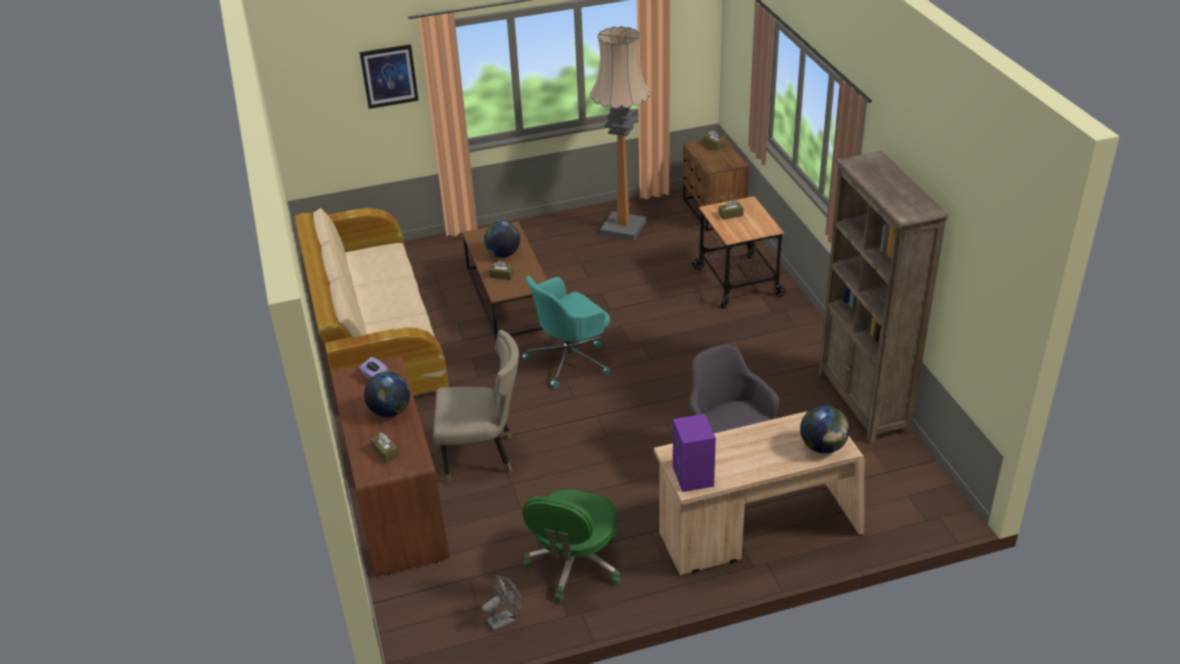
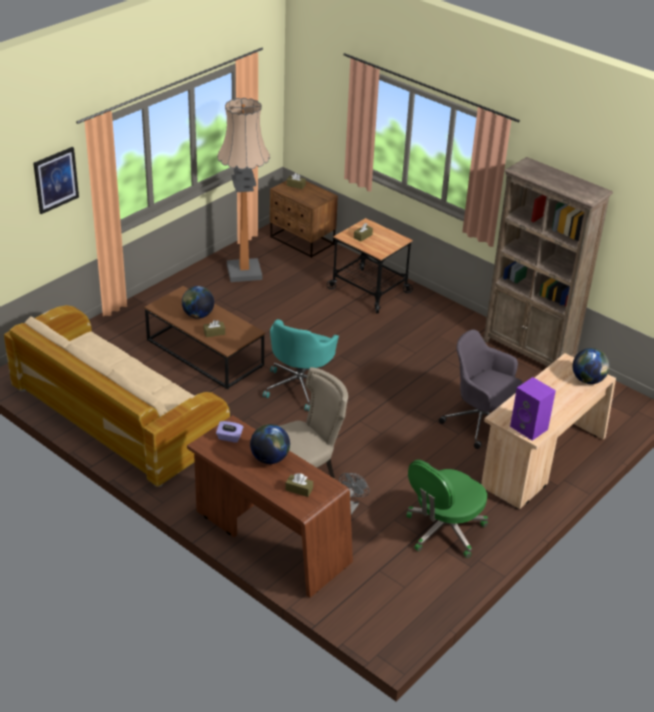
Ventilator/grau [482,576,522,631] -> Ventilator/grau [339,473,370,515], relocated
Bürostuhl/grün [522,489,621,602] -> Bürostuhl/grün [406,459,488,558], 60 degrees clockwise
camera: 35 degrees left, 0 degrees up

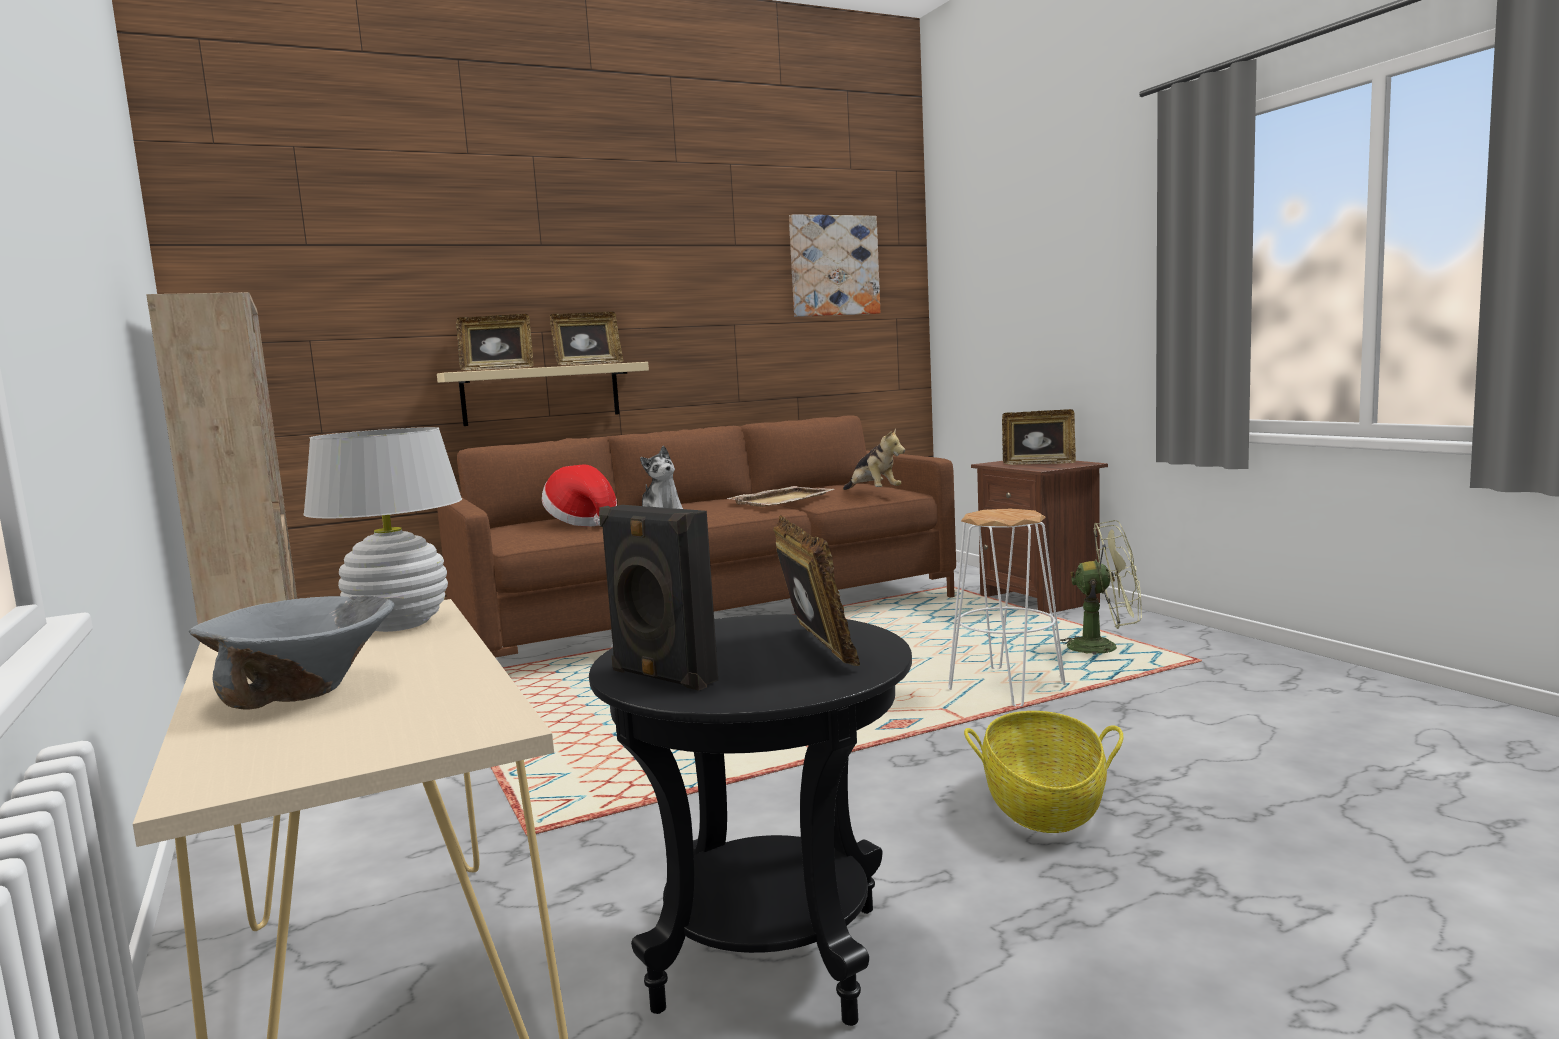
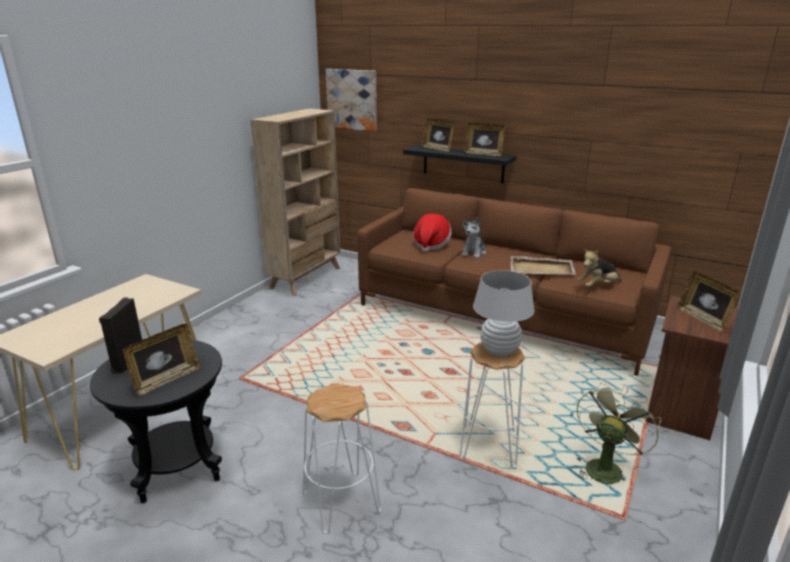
Schüssel/grau [189,596,395,710] -> none
Tischlampe/weiß [303,427,462,632] -> Tischlampe/weiß [473,270,534,356], relocated
Wandregal/beige [437,362,649,426] -> Wandregal/schwarz [403,145,517,184]
Bild [789,214,880,317] -> Bild [325,69,377,132], relocated
Plüschtier [843,428,905,490] -> Plüschtier [577,249,622,287], 45 degrees clockwise
Korb [964,711,1124,833] -> Hocker/weiß [303,384,381,534]
Ventilator/grün [1061,520,1142,655] -> Ventilator/grün [574,382,661,484], 120 degrees counterclockwise
camera: 55 degrees right, 15 degrees up

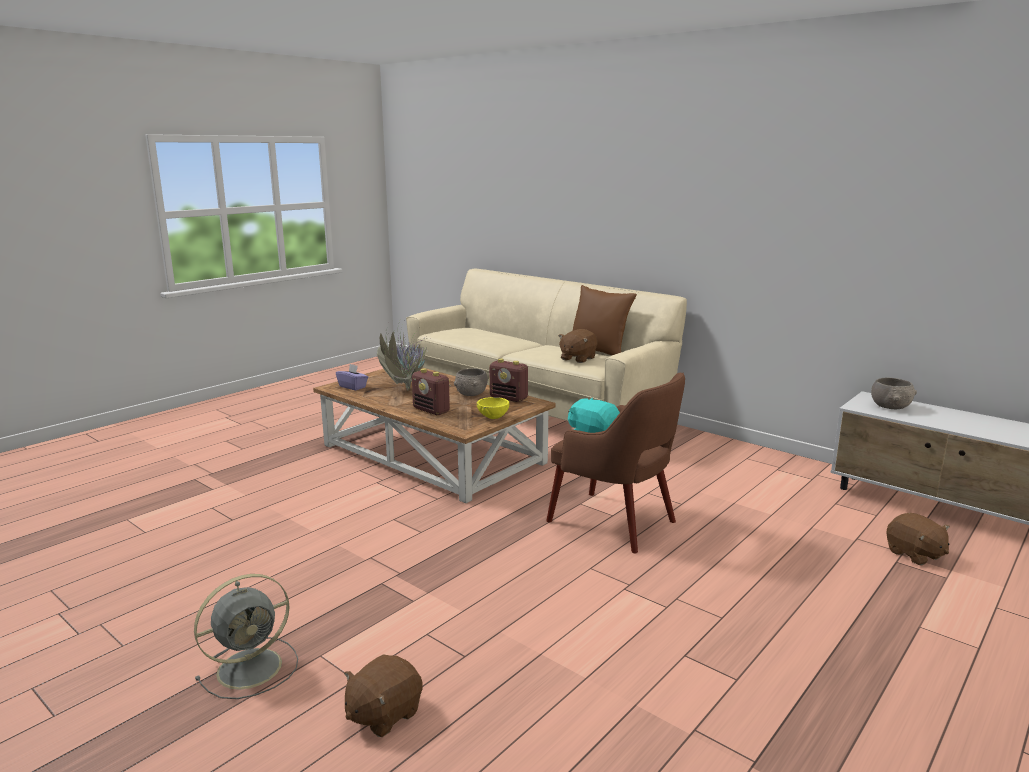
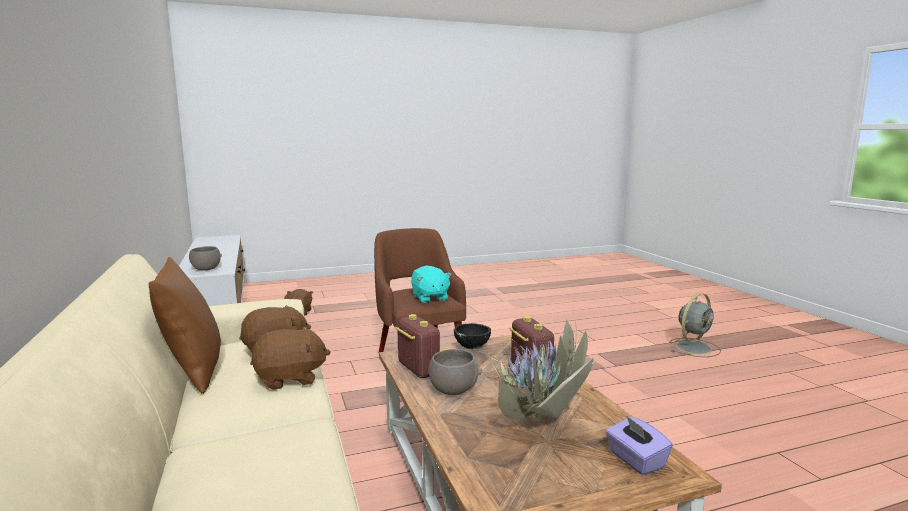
Ventilator/grau [194,574,298,699] -> Ventilator/grau [670,293,721,357], 150 degrees clockwise
Plüschtier/braun [344,654,423,737] -> Plüschtier/braun [250,327,330,390], relocated
Schüssel/gelb [477,397,509,419] -> Schüssel/schwarz [454,323,491,349]
camera: 150 degrees left, 5 degrees down

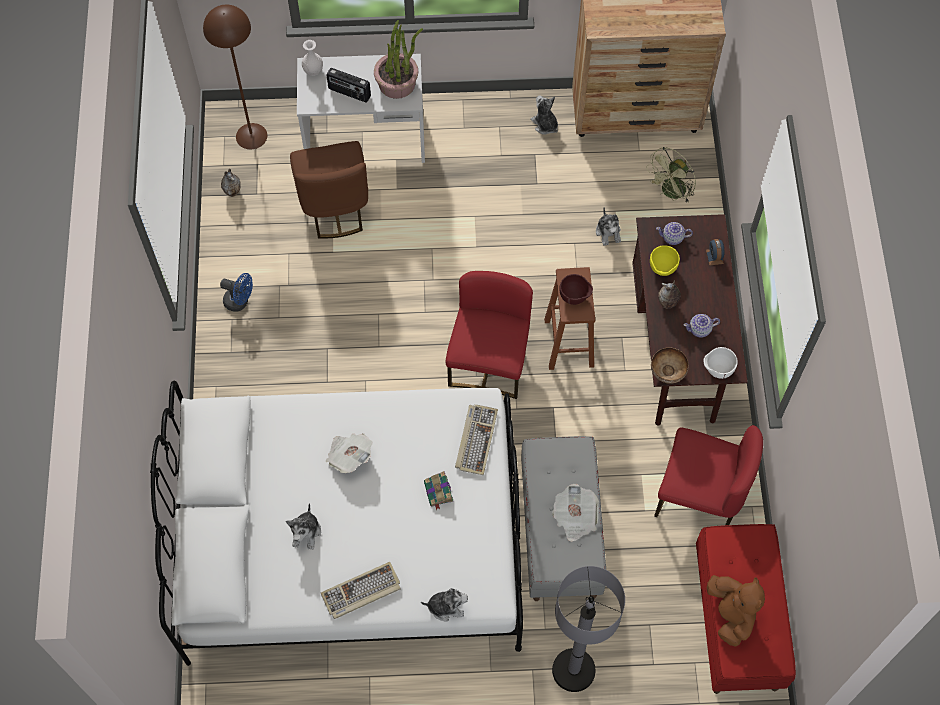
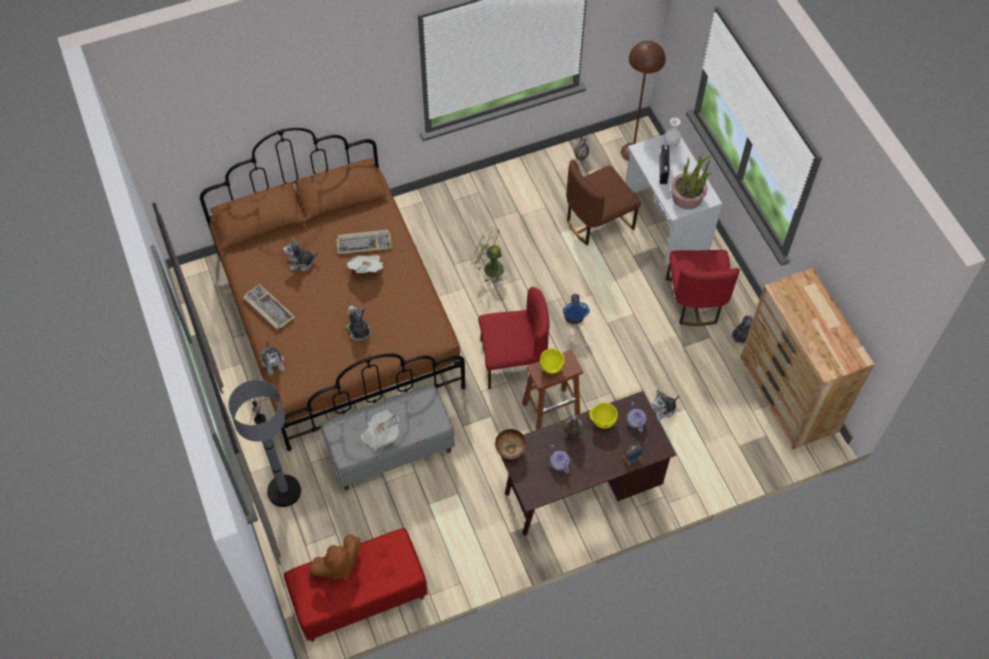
Bett/weiß [150,381,523,666] -> Bett/braun [200,128,466,451]
Ventilator/blau [220,273,253,312] -> Ventilator/blau [563,294,590,324], relocated
Buch [424,471,453,510] -> Plüschtier [346,306,371,341]
Tastatur [455,404,498,475] -> Tastatur [336,230,392,255], relocated
Schüssel/braun [559,274,593,305] -> Schüssel/gelb [540,349,564,374]
Ventilator/grün [646,147,696,203] -> Ventilator/grün [471,227,507,284], relocated
Stuhl/rot [654,425,763,525] -> Stuhl/rot [666,250,740,326], relocated
Schüssel/weiß [704,347,738,379] -> none
camera: 70 degrees right, 5 degrees down

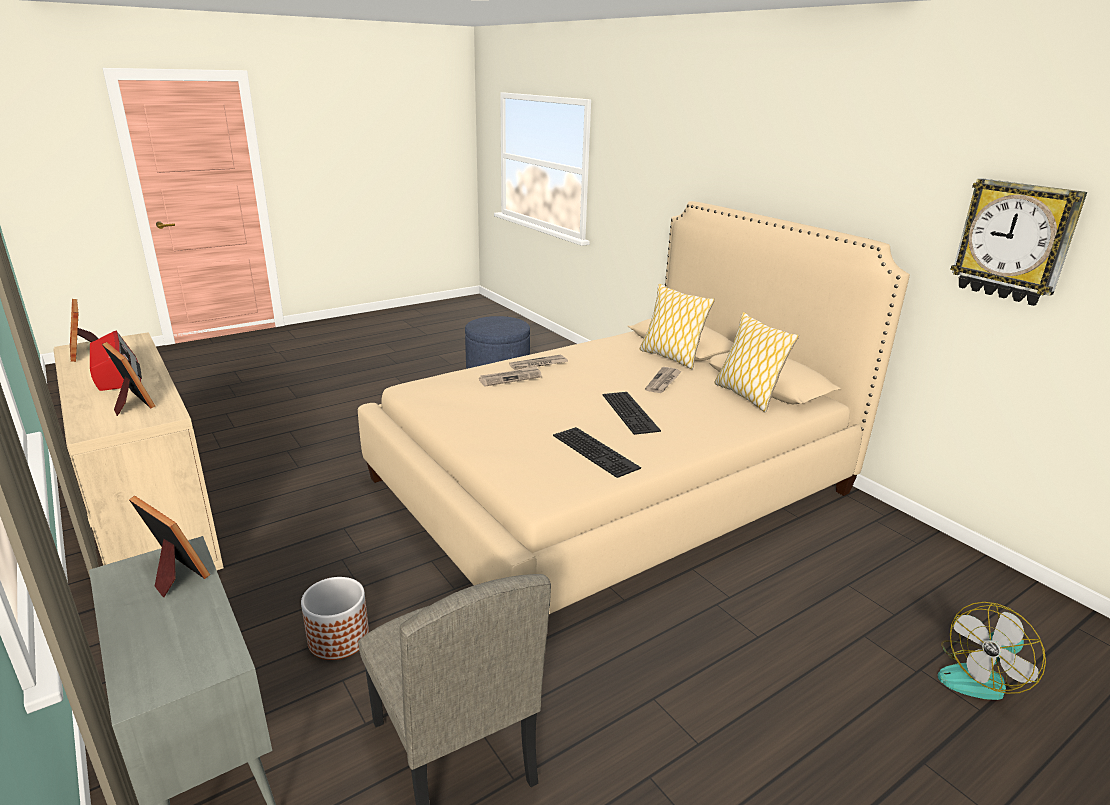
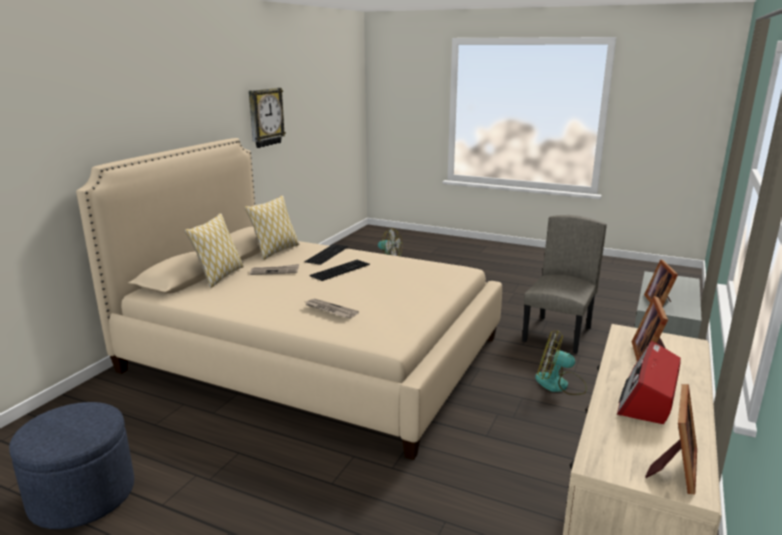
Pflanzkübel [301,577,369,660] -> Ventilator [535,331,587,395]
Zeitung [509,355,568,370] -> none
Tastatur [553,427,641,478] -> Tastatur [305,244,349,265], relocated
camera: 120 degrees left, 5 degrees down

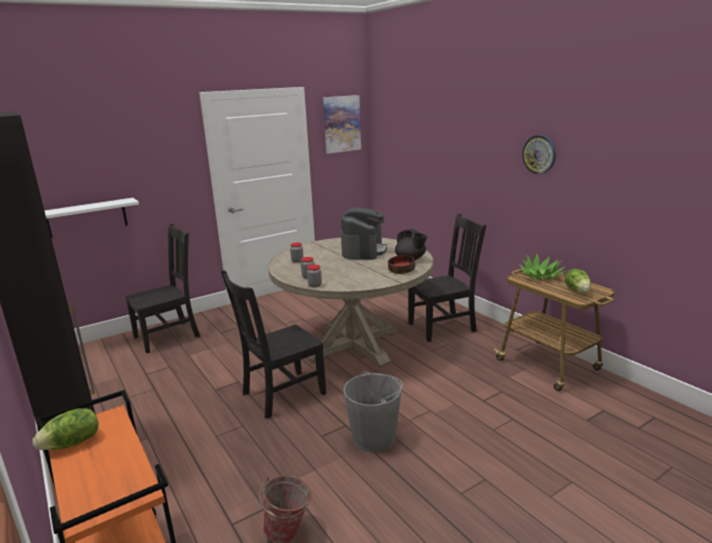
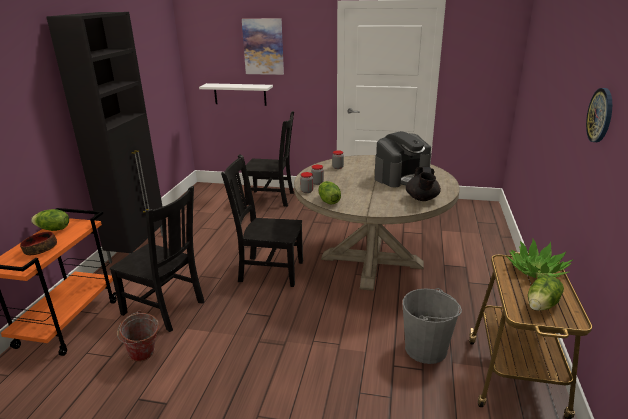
Bild [323,95,361,154] -> Bild [242,19,284,75], relocated
Eimer/grau [343,371,403,452] -> Eimer/grau [403,288,462,364], relocated
Schüssel [388,255,415,274] -> Schüssel [20,232,57,255], relocated
Stuhl/schwarz [408,214,486,342] -> Stuhl/schwarz [109,186,205,332], relocated
none -> Salatkopf [318,181,341,205]
camera: 45 degrees right, 5 degrees up

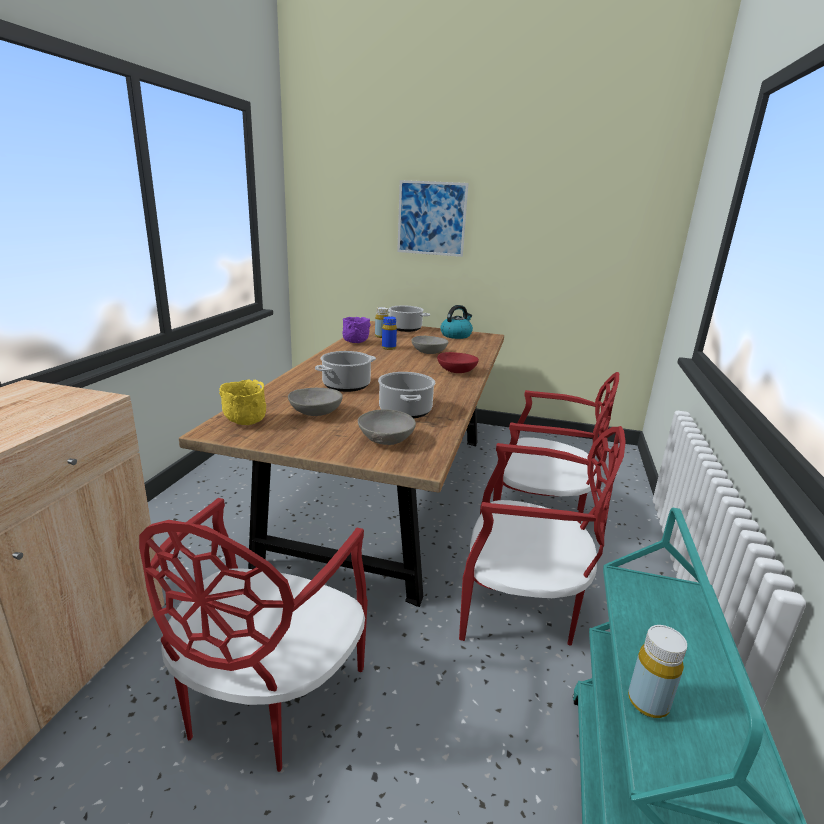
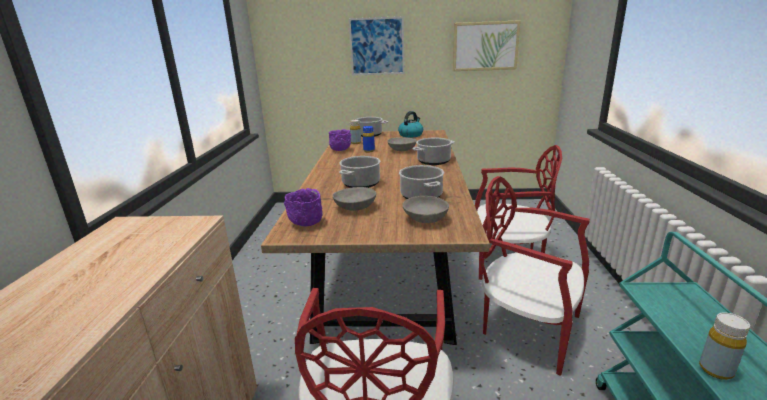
Schüssel/gelb [219,379,266,425] -> Schüssel/lila [284,188,323,226]
Schüssel/rot [437,352,479,373] -> Kochtopf [413,138,455,165]
Stuhl/rot [459,426,626,646] -> Stuhl/rot [481,176,590,376], 150 degrees counterclockwise
none -> Bild [453,20,521,71]
camera: 10 degrees left, 0 degrees up

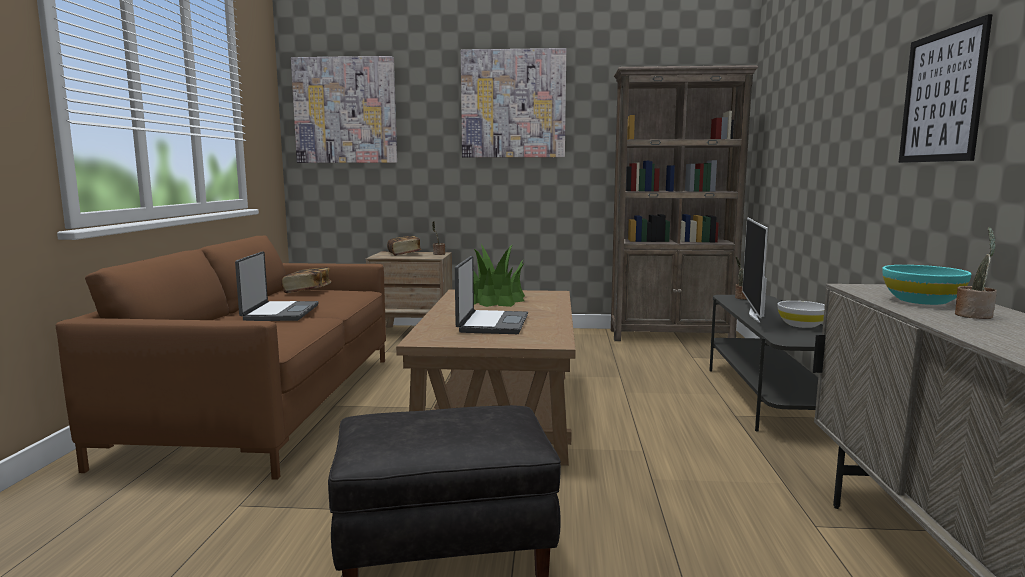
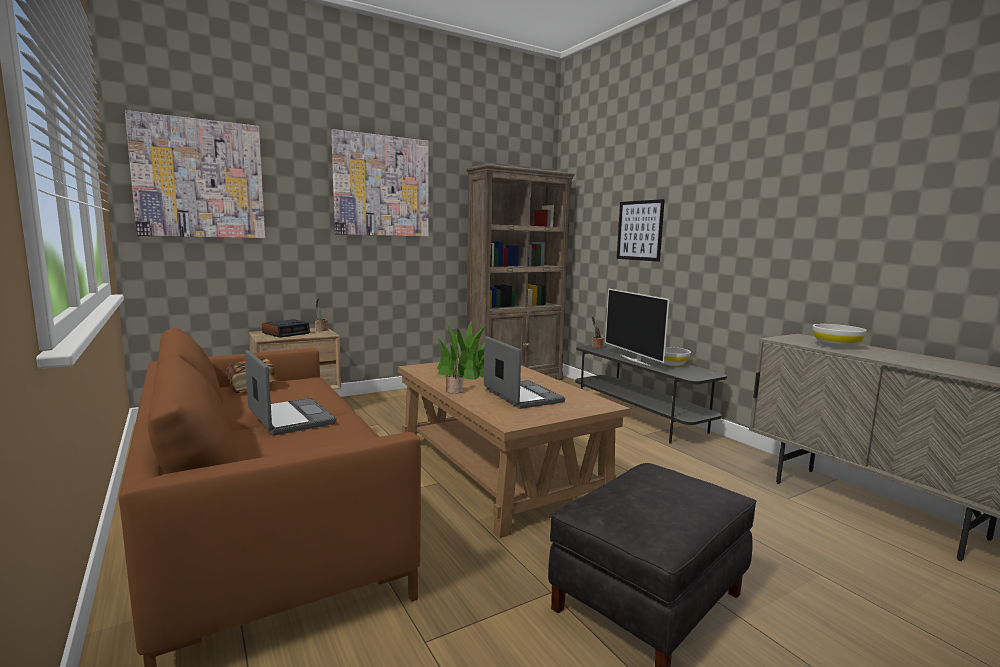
Buch [387,236,421,256] -> Wecker [262,319,310,338]
Schüssel/türkis [882,265,971,305] -> Schüssel/weiß [813,324,867,349]
Bild [899,14,992,163] -> Bild [617,199,665,262], relocated
Topfpflanze [955,227,997,319] -> Topfpflanze [446,343,463,394], relocated
camera: 35 degrees left, 0 degrees up

